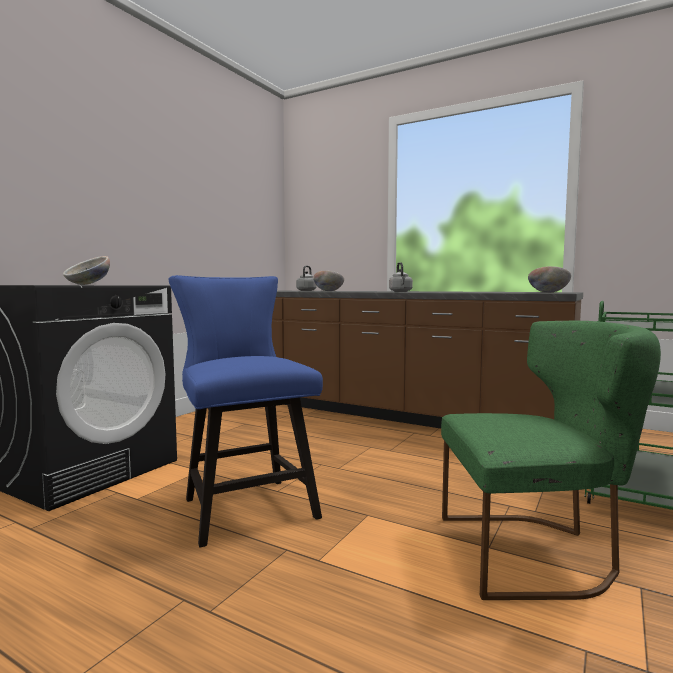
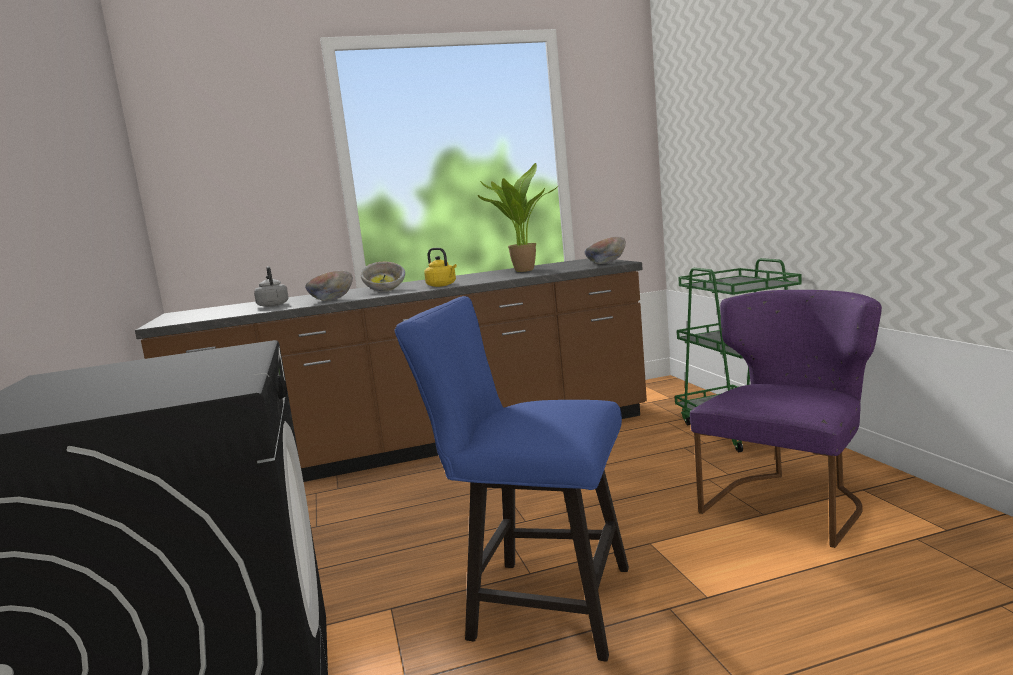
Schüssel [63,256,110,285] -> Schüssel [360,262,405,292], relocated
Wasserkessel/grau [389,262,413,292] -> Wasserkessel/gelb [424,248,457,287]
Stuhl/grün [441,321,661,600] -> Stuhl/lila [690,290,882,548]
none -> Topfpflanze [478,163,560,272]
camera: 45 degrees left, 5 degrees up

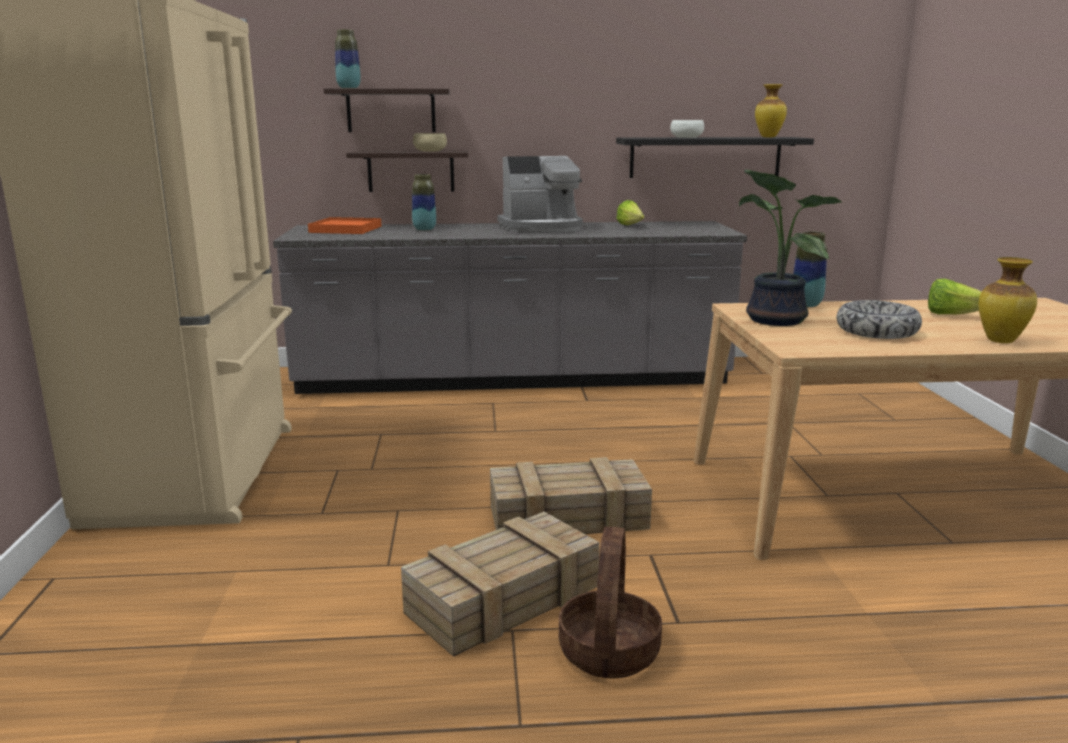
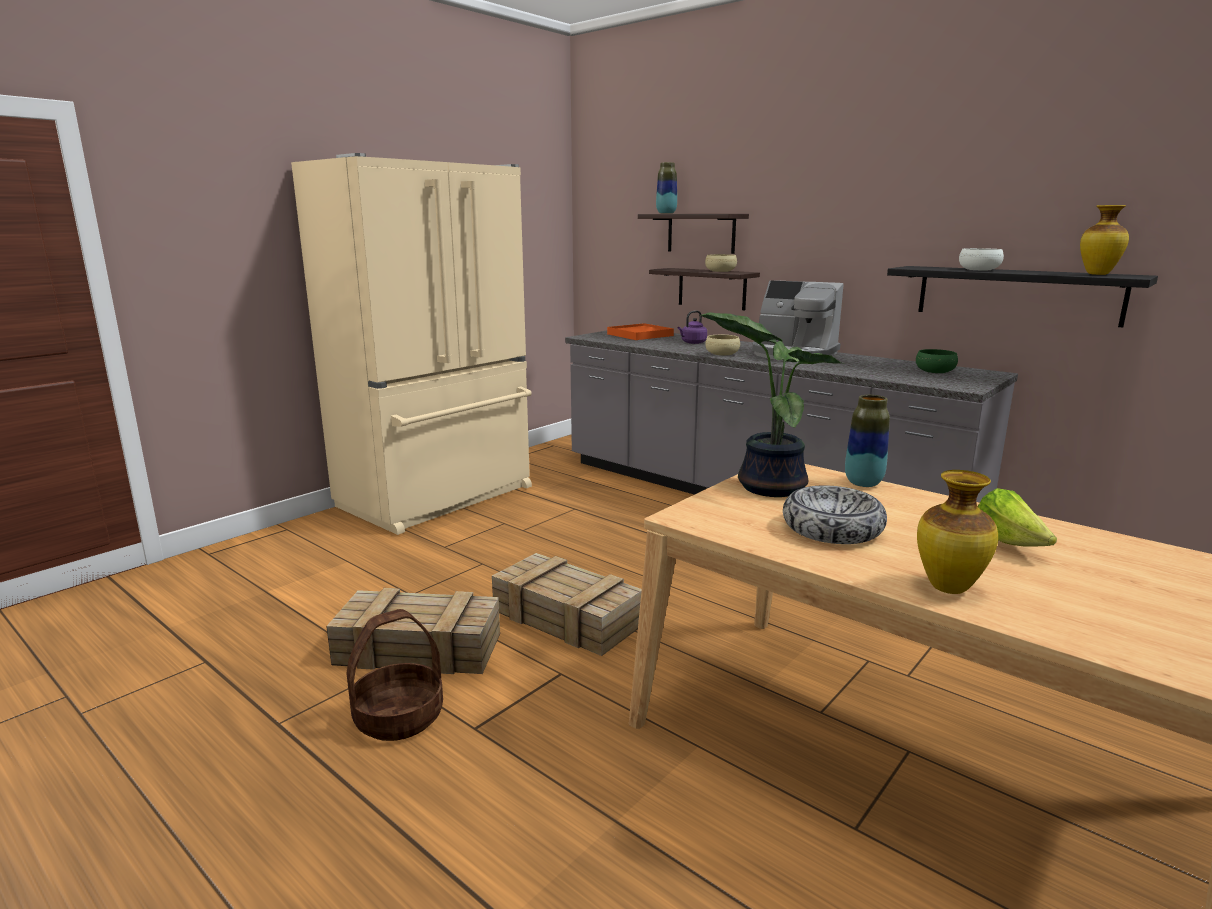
Vase [412,174,436,231] -> Wasserkessel/lila [678,311,707,344]
Salatkopf [616,200,645,225] -> none
none -> Schüssel/beige [705,335,740,356]
none -> Schüssel/grün [916,349,958,373]
camera: 45 degrees right, 0 degrees up

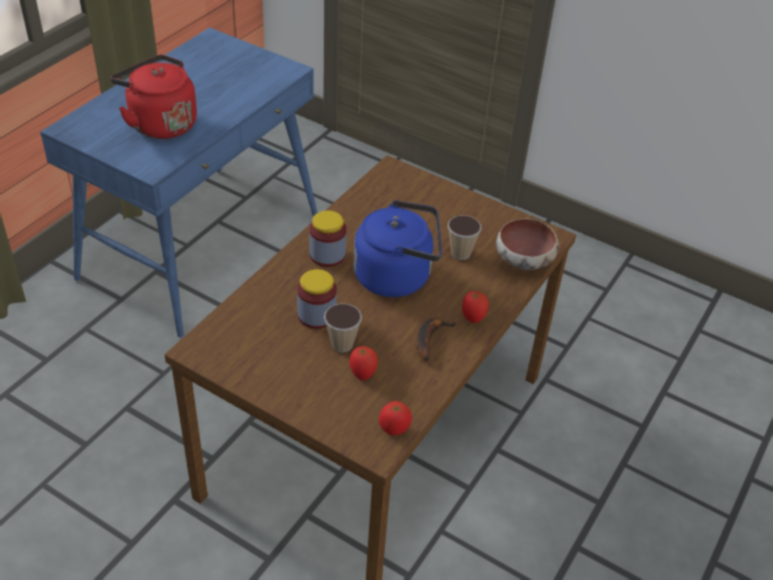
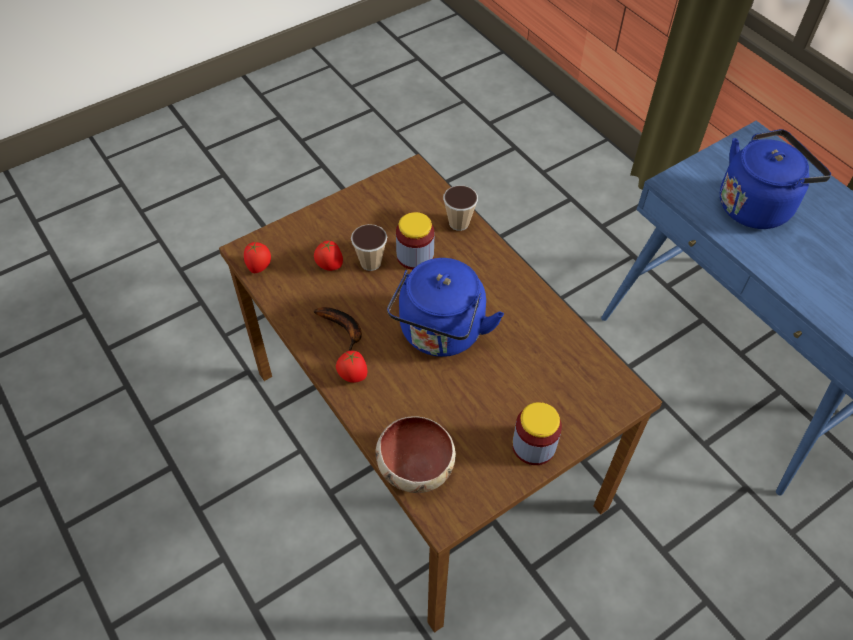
Wasserkessel/rot [110,55,197,139] -> Wasserkessel/blau [720,129,831,229]
Vorratsglas [309,211,346,267] -> Vorratsglas [512,402,562,465], relocated
Tasse [448,215,482,260] -> Tasse [443,185,478,231], relocated
camera: 115 degrees right, 10 degrees up

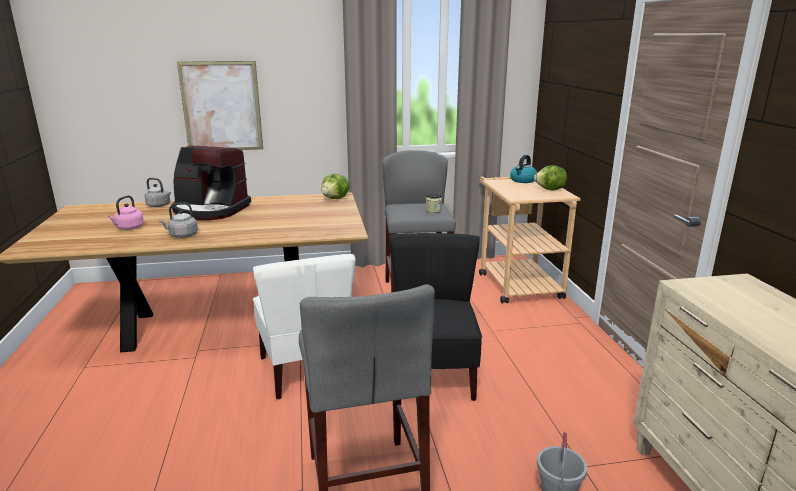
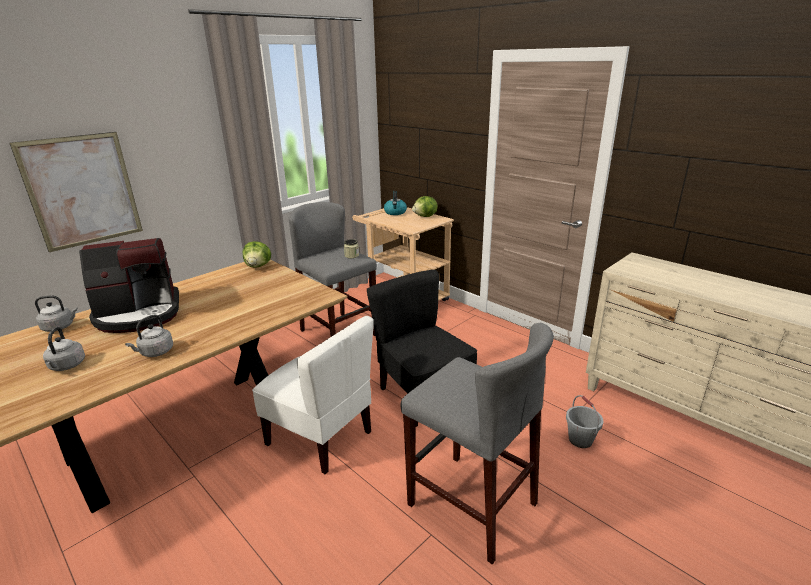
Wasserkessel/rosa [108,196,144,230] -> Wasserkessel/grau [43,327,85,371]
camera: 35 degrees left, 5 degrees up

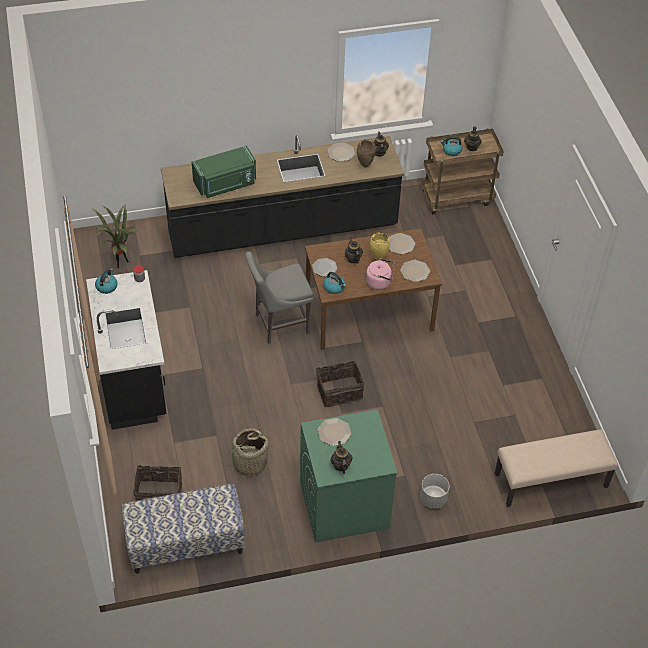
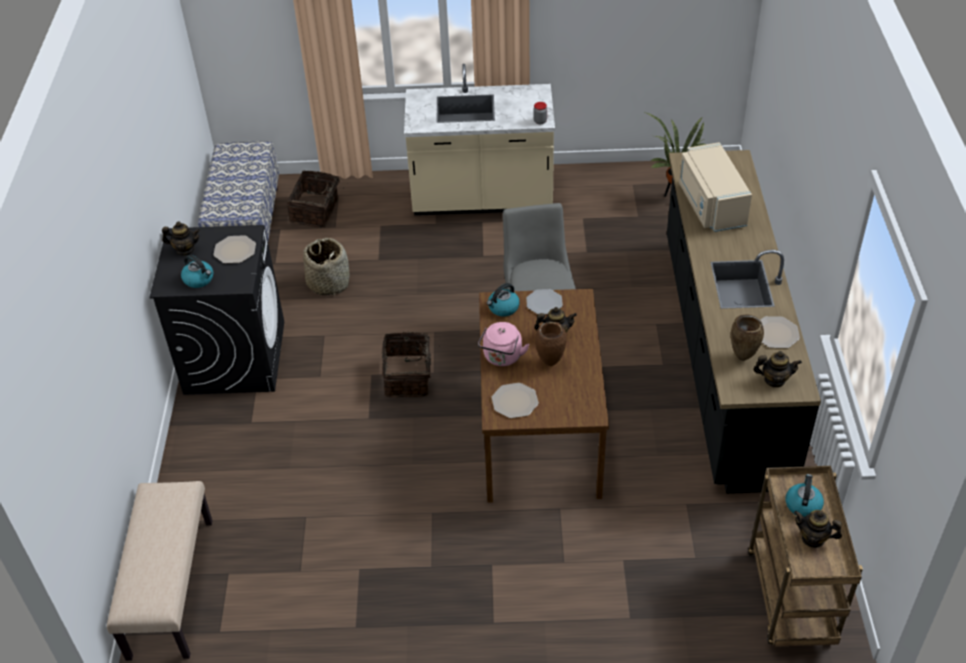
Küchenzeile/schwarz [86,270,166,430] -> Küchenzeile/beige [404,64,555,216]
Wasserkessel [95,269,118,294] -> Wasserkessel [181,255,213,288], relocated
Mikrowelle/grün [192,146,256,198] -> Mikrowelle/beige [679,142,752,232]
Waschmaschine/grün [300,409,397,543] -> Waschmaschine/schwarz [150,225,284,395]
Vase/gelb [370,232,390,261] -> Vase/braun [535,322,567,366]
Teller [389,233,416,254] -> none
Pflanzkübel/grau [420,474,449,509] -> none
camera: 105 degrees right, 5 degrees down

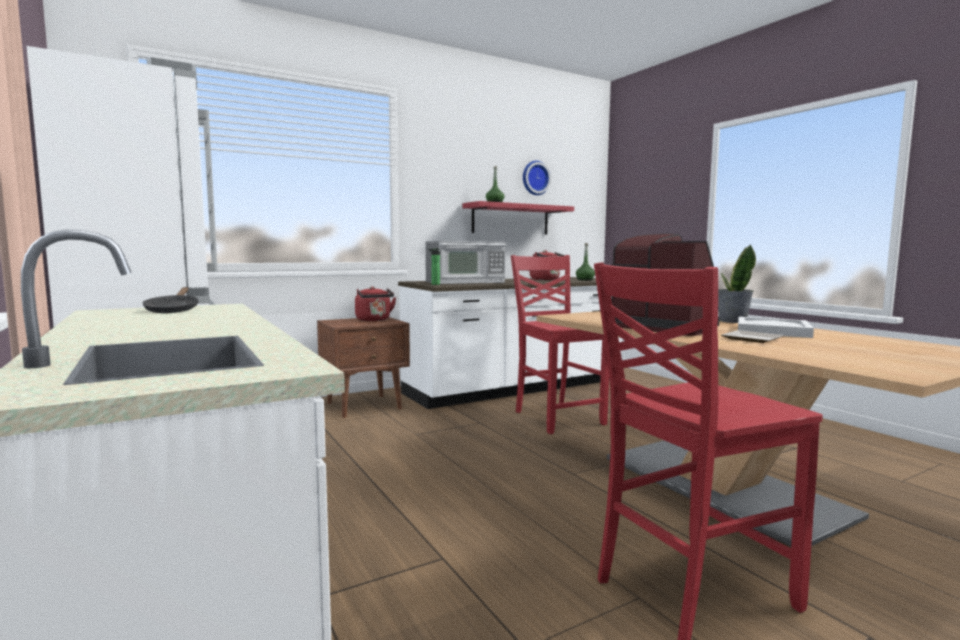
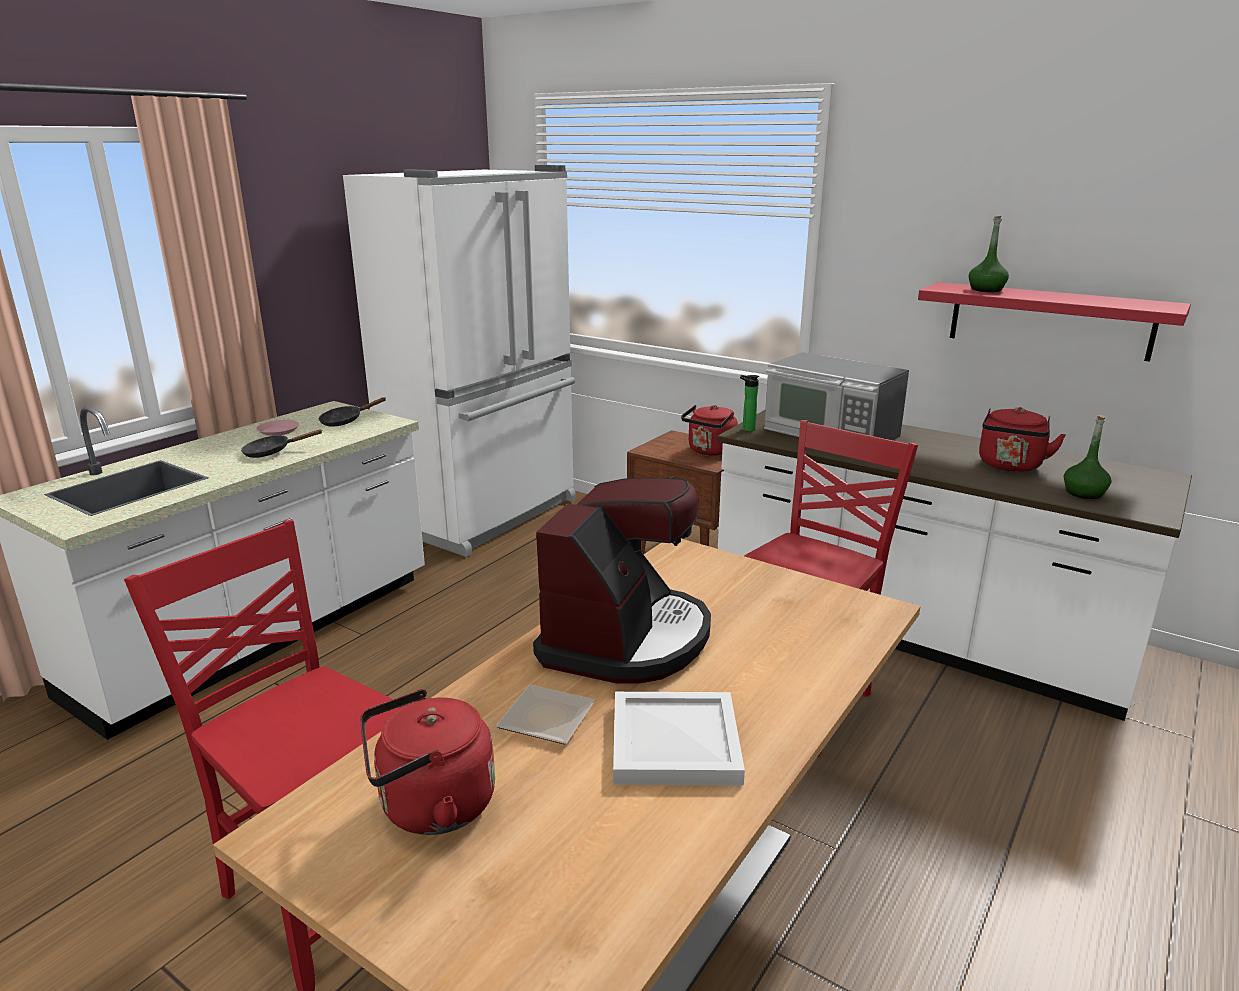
Wanduhr [523,161,551,195] -> none
Topfpflanze [718,244,756,323] -> none
none -> Pfanne/schwarz [241,429,323,458]
none -> Teller/rosa [256,420,299,436]
none -> Wasserkessel/rot [360,689,495,835]
camera: 65 degrees right, 15 degrees up

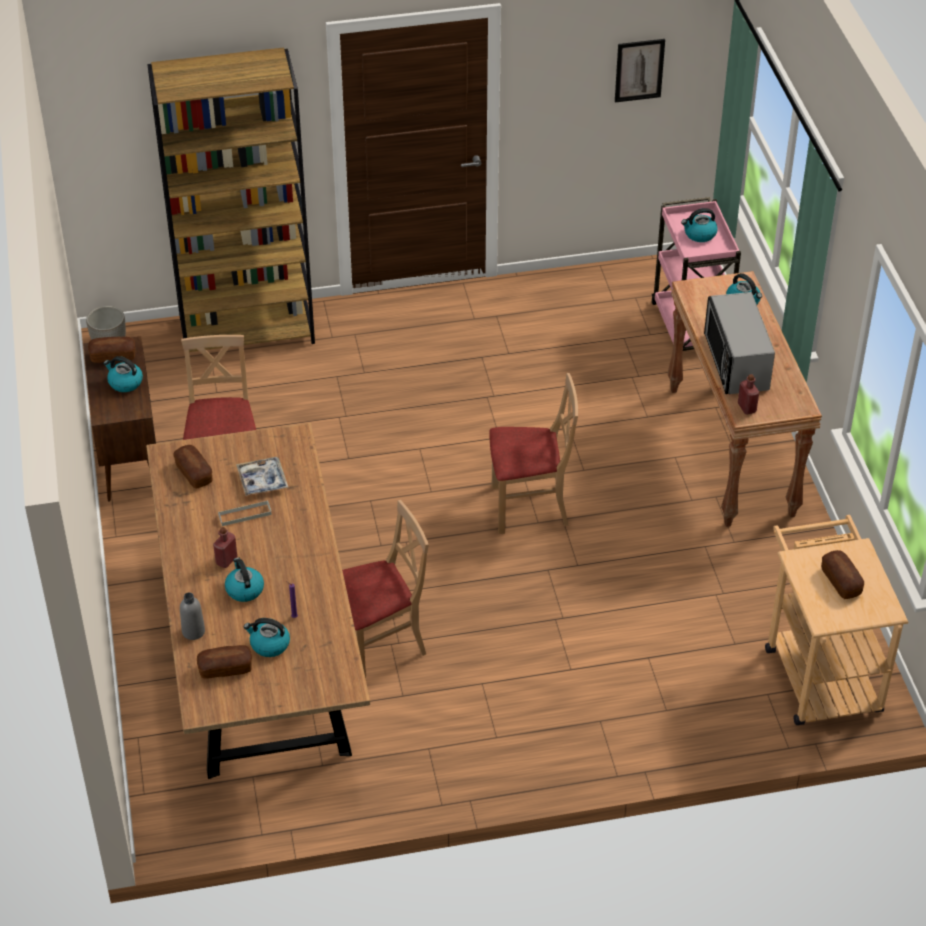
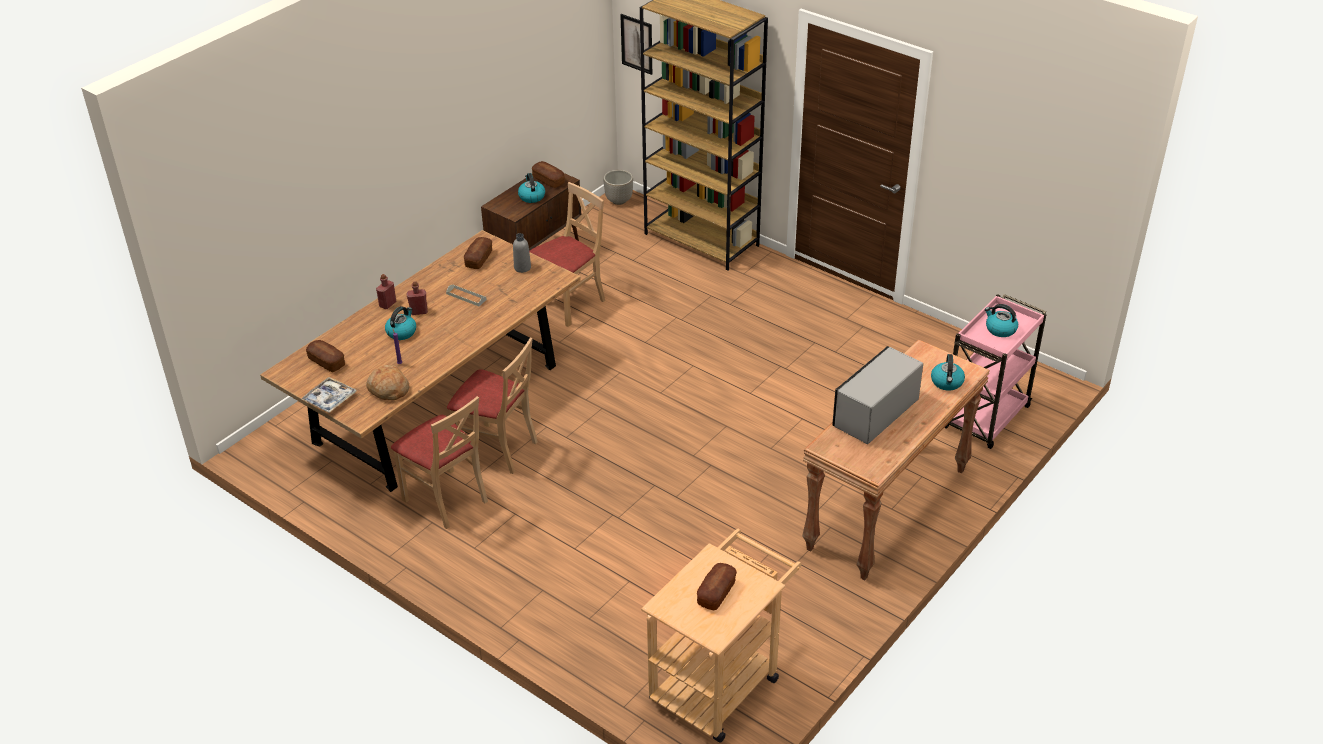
Flasche/grau [180,592,205,640] -> Flasche/grau [513,233,531,273], relocated
Tablett [236,457,288,496] -> Tablett [301,377,356,413], relocated
Wasserkessel [244,618,290,657] -> none
Stuhl/beige [489,373,578,534] -> Stuhl/beige [391,396,488,529], relocated
Bild [615,39,665,102] -> Bild [620,14,652,75], relocated
Flasche/rot [738,374,759,414] -> Flasche/rot [376,274,396,309], relocated
none -> Brot [366,365,409,400]
camera: 50 degrees right, 5 degrees down

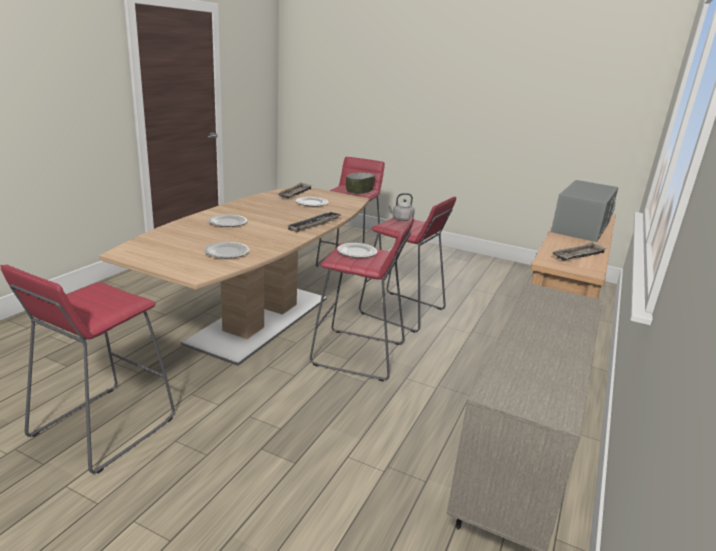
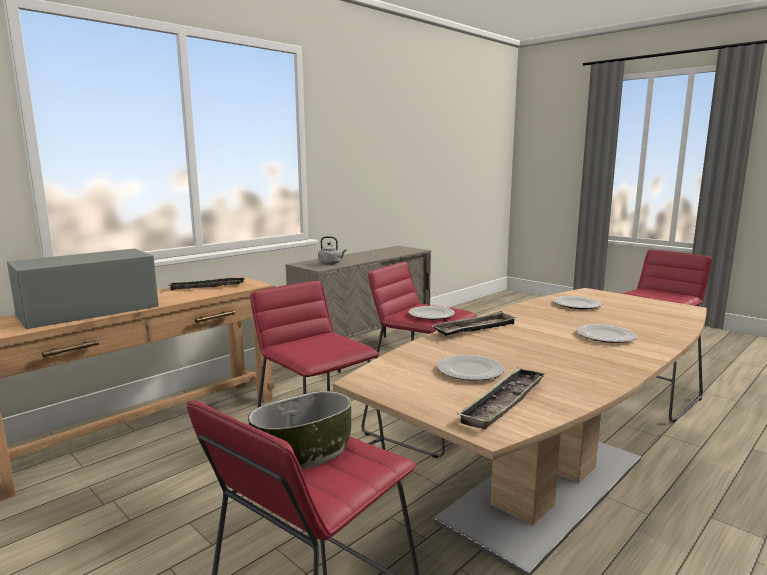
Wasserkessel/grau [387,193,415,221] -> Wasserkessel/grau [318,236,346,265], relocated
camera: 160 degrees left, 10 degrees down

